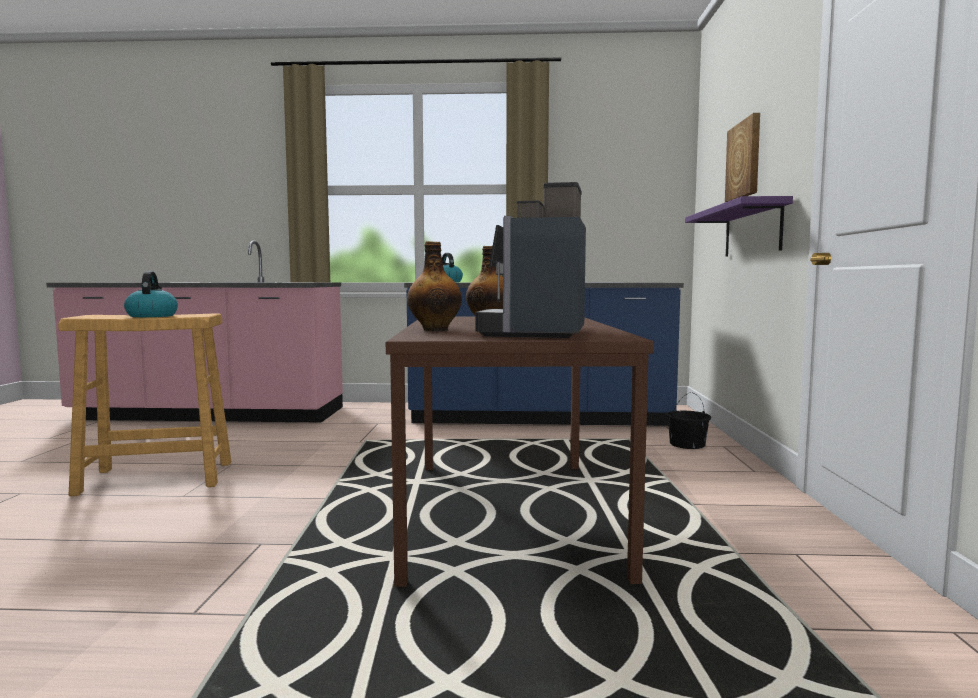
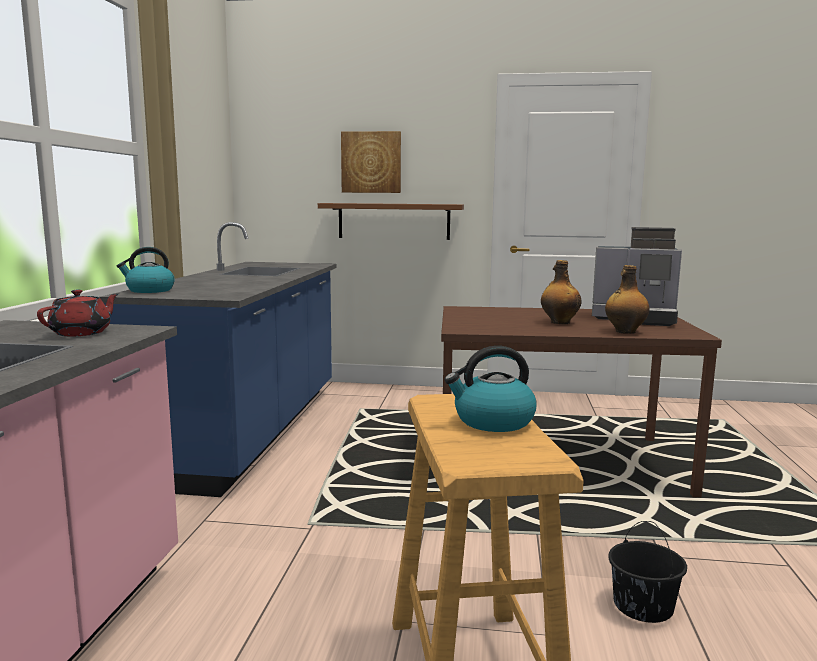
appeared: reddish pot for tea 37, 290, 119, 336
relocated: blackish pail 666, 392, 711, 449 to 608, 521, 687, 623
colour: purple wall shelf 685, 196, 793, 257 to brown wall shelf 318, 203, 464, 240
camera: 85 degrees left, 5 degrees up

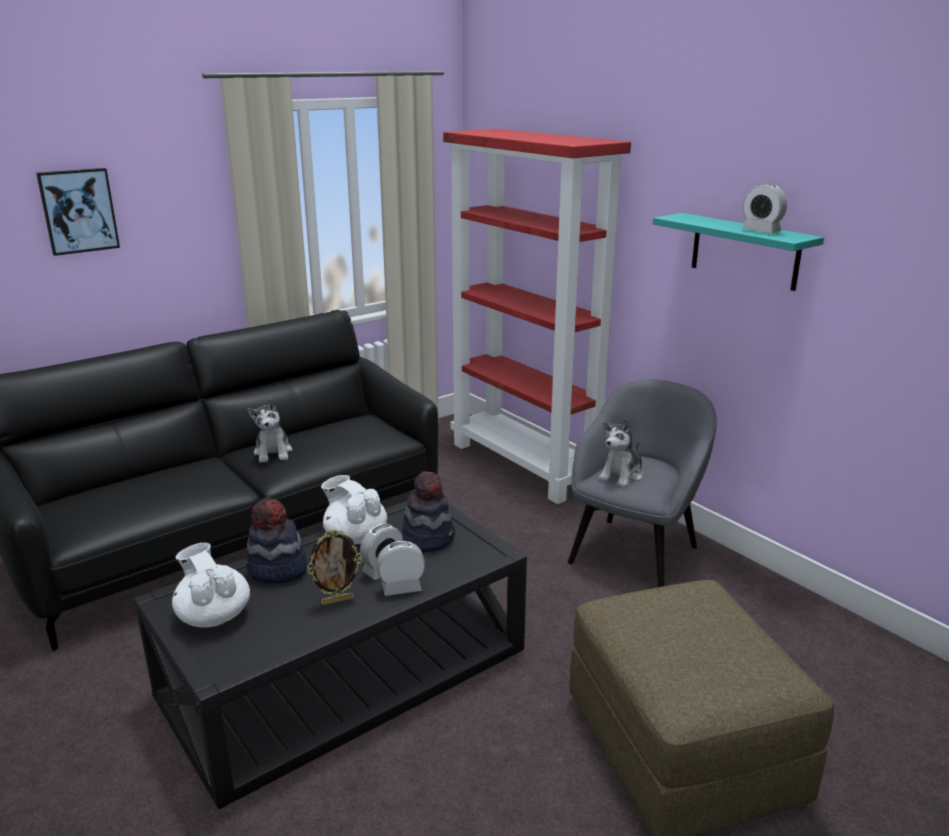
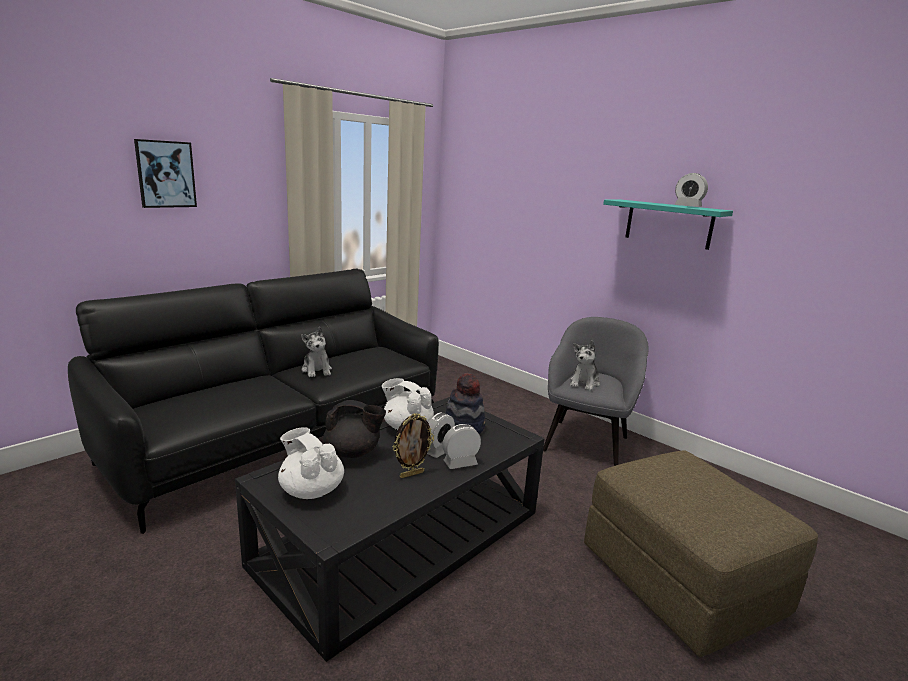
missing: reddish bookcase 443, 129, 631, 504
exchanged: hat 246, 498, 307, 583 to blackish pot for tea 323, 400, 386, 458
camera: 10 degrees left, 5 degrees down

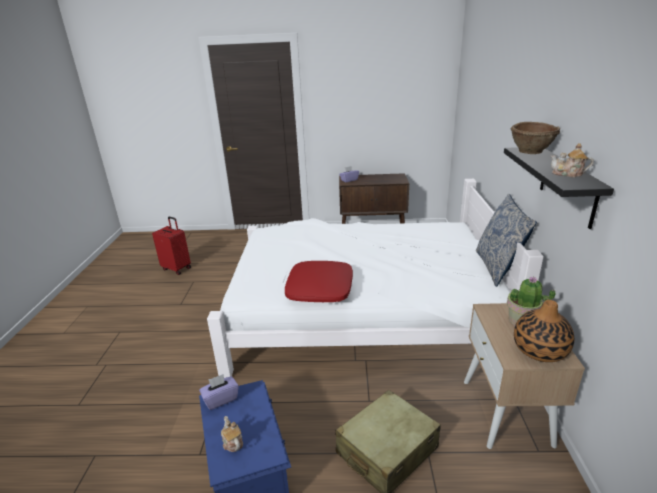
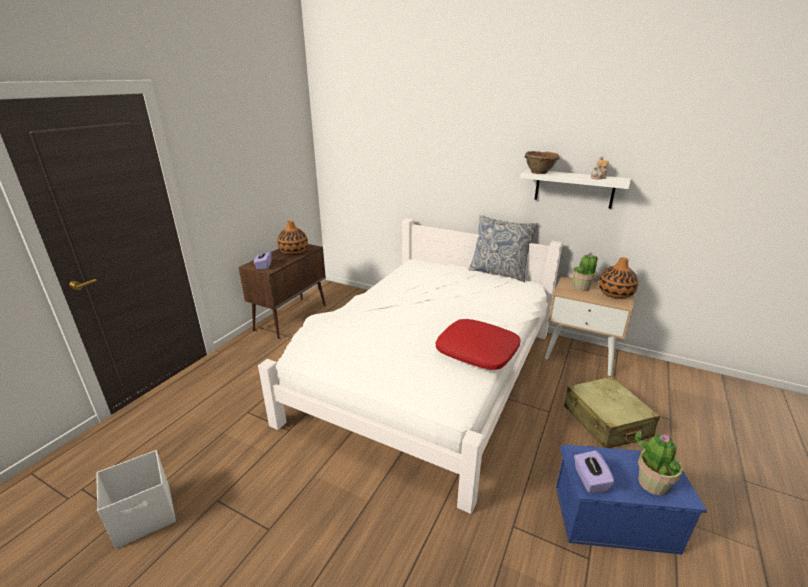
appeared: vase 277, 220, 308, 255
exchanged: reddish piece of luggage 152, 217, 191, 275 to white-coloured storage container 96, 450, 176, 549; pot for tea 221, 416, 243, 452 to houseplant 635, 432, 682, 495
colour: blackish wall shelf 504, 147, 614, 229 to white-coloured wall shelf 520, 169, 631, 209
camera: 65 degrees left, 0 degrees up

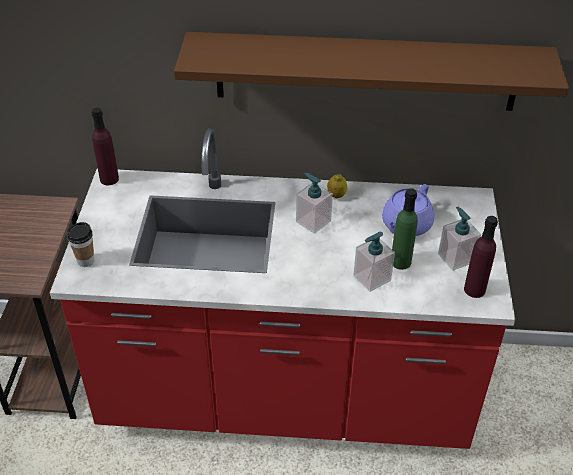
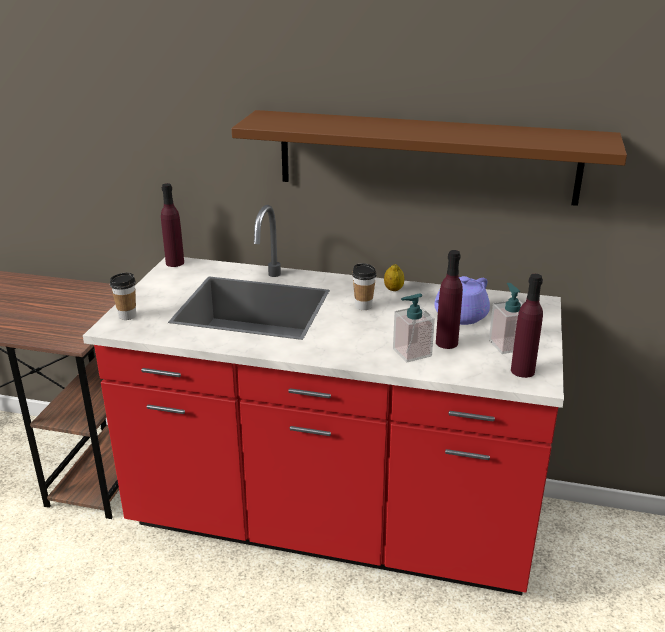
exchanged: liquid soap bottle 296, 173, 333, 234 to drinking cup 352, 263, 377, 310
colour: green bottle 392, 188, 418, 270 to purple bottle 436, 250, 463, 349
camera: 10 degrees right, 15 degrees down

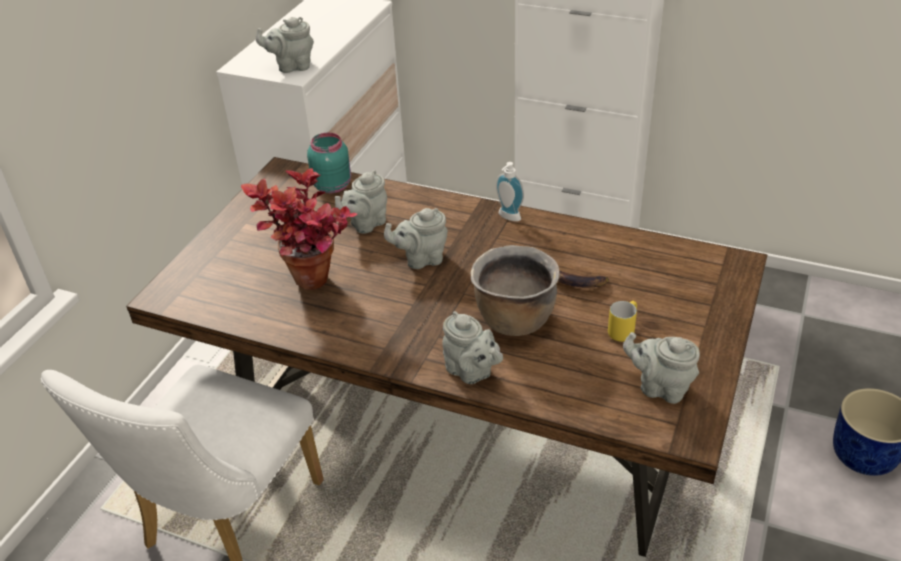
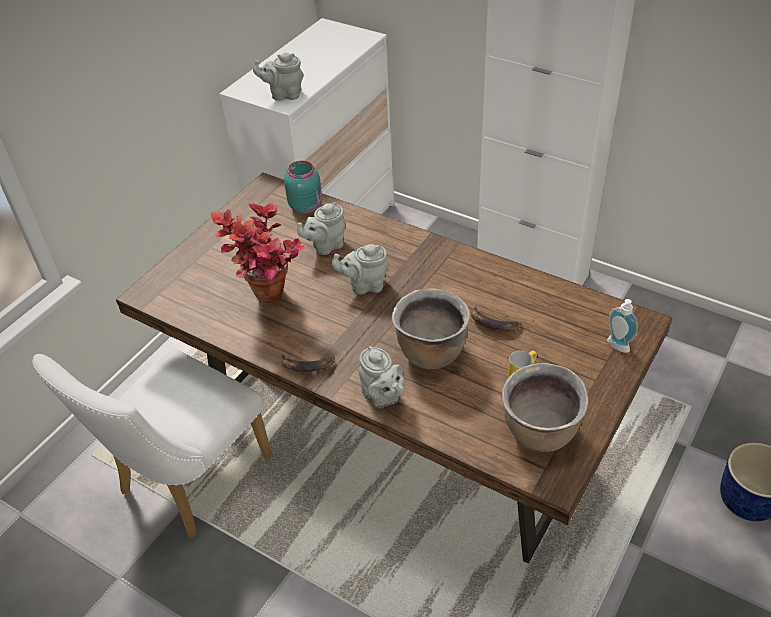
appeared: banana fruit 282, 354, 335, 372
relocated: liquid soap bottle 496, 162, 524, 221 to 607, 299, 638, 353
exchanged: greyish pot for tea 623, 332, 700, 404 to brown saucepot 502, 363, 589, 452
camera: 10 degrees right, 5 degrees up

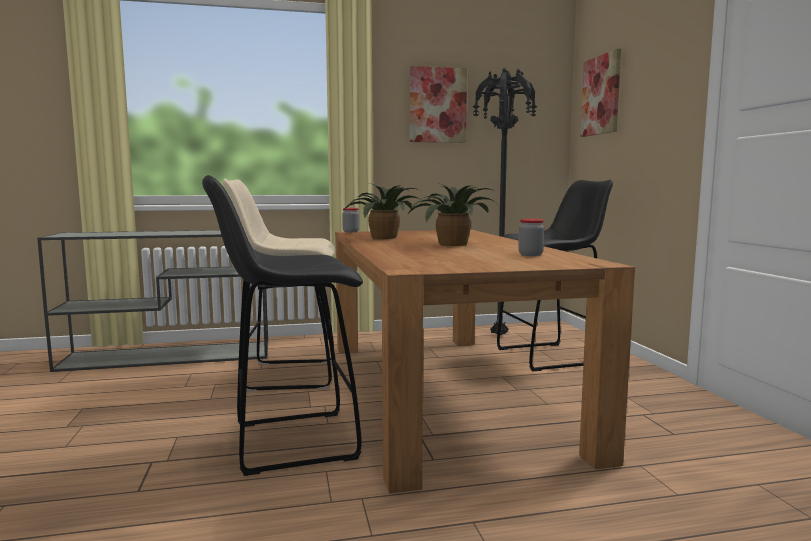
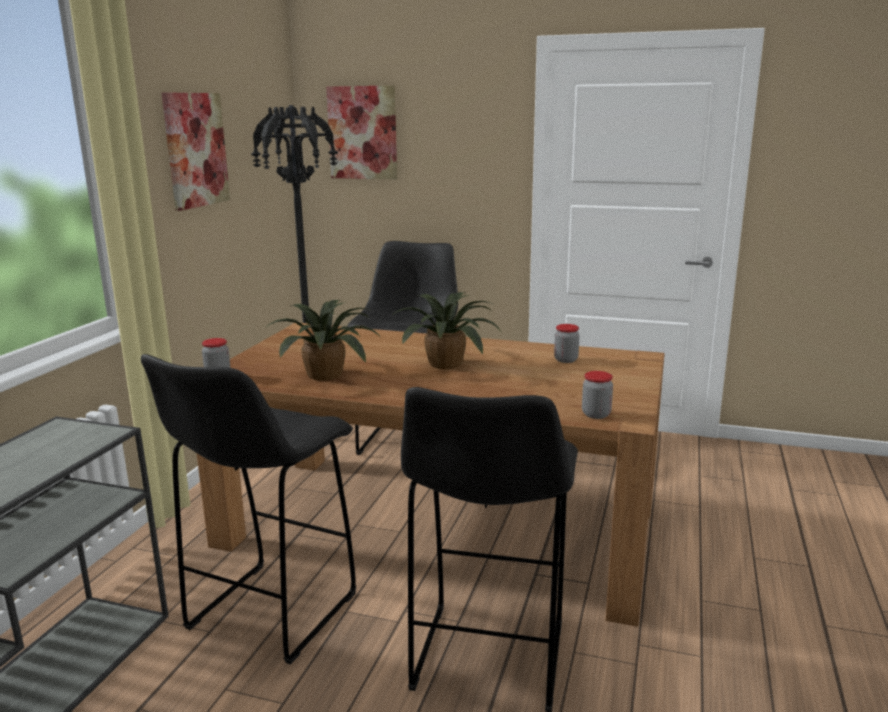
appeared: storage jar 582, 371, 613, 419
colour: beige sitting stool 223, 178, 335, 392 to blackish sitting stool 141, 354, 356, 664
camera: 60 degrees left, 10 degrees up

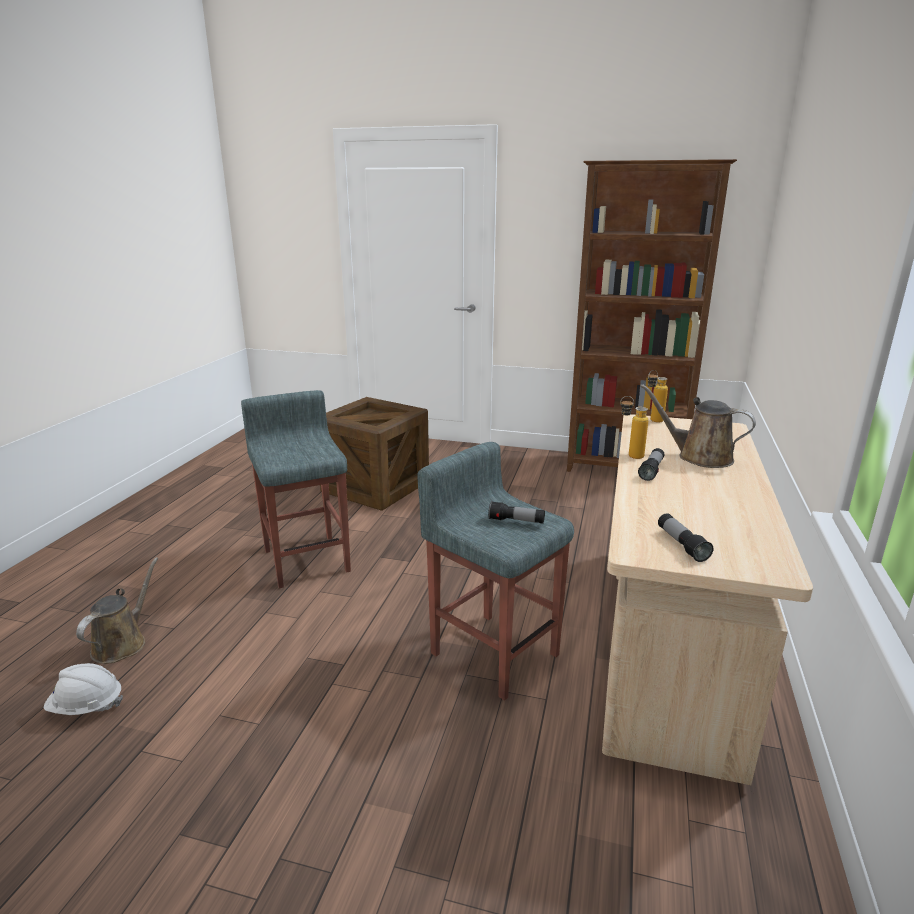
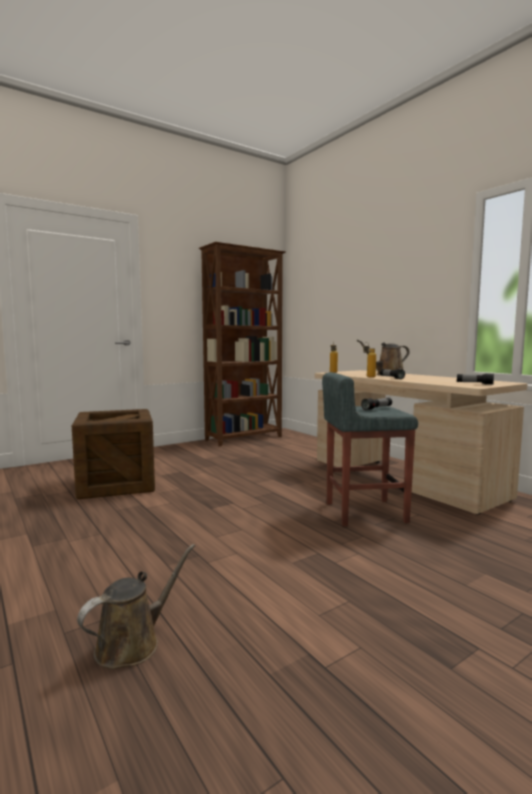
missing: greyish sitting stool 241, 390, 351, 588; white-coloured hard hat 44, 663, 123, 715
spun: brown watering can 76, 557, 159, 664 = 77, 544, 195, 669 75 degrees clockwise
camera: 50 degrees left, 15 degrees down

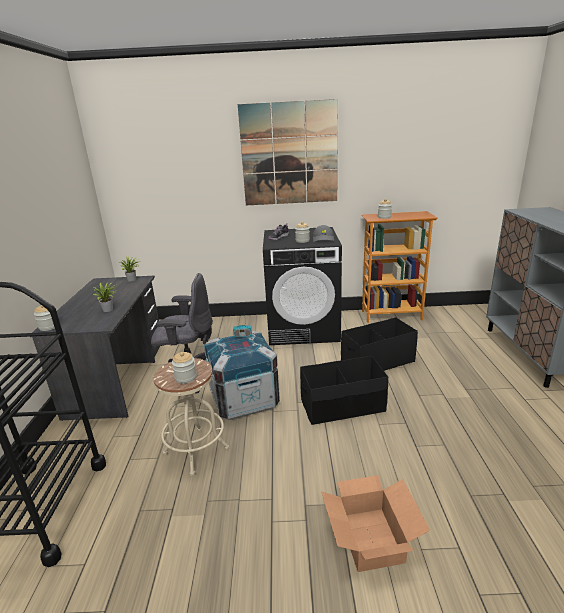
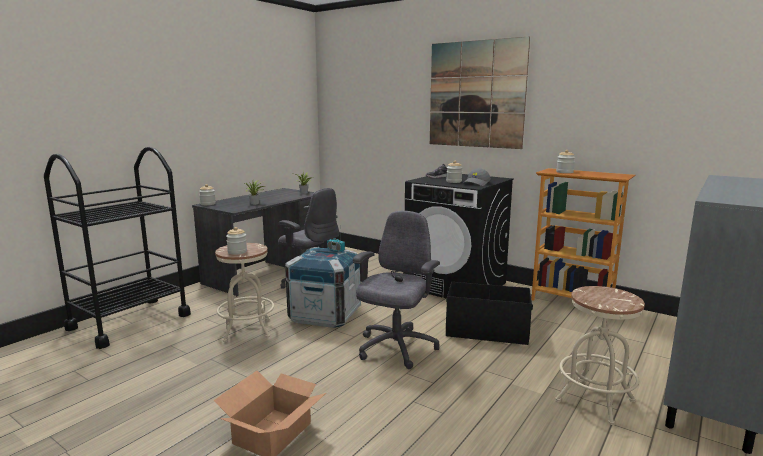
appeared: beige sitting stool 555, 286, 645, 425
exchanged: blackish storage container 300, 356, 388, 425 to greyish desk chair 353, 211, 440, 369
camera: 35 degrees right, 10 degrees down

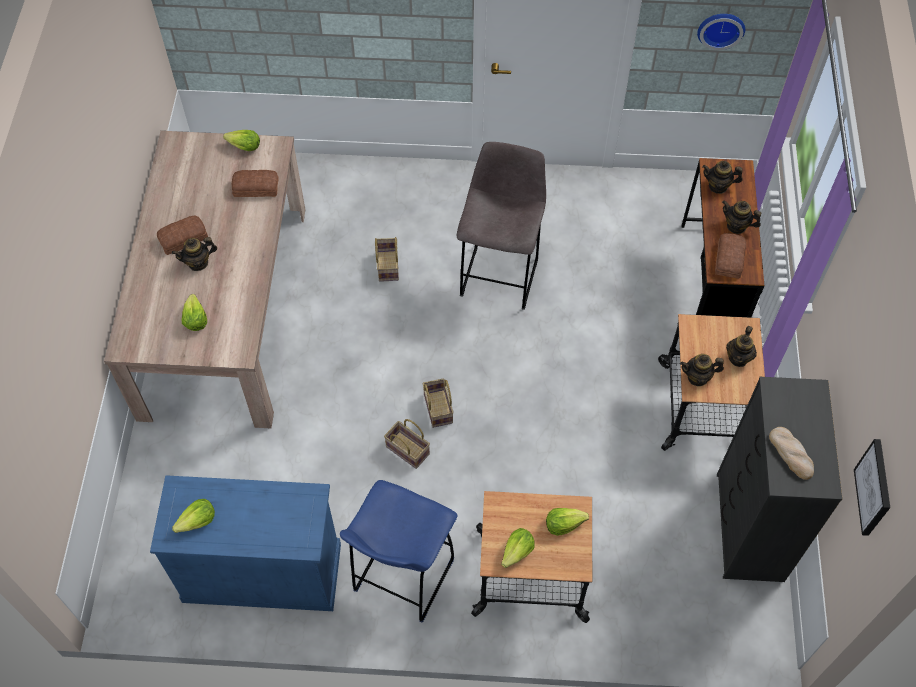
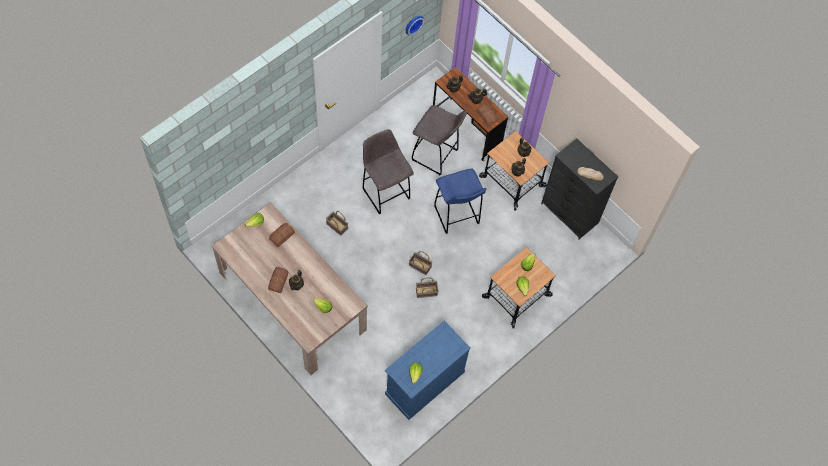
missing: picture 854, 439, 890, 536
appeared: greyish sitting stool 412, 105, 467, 175
relocated: blue-coloured sitting stool 340, 480, 457, 623 to 434, 169, 486, 234
camera: 50 degrees left, 5 degrees up

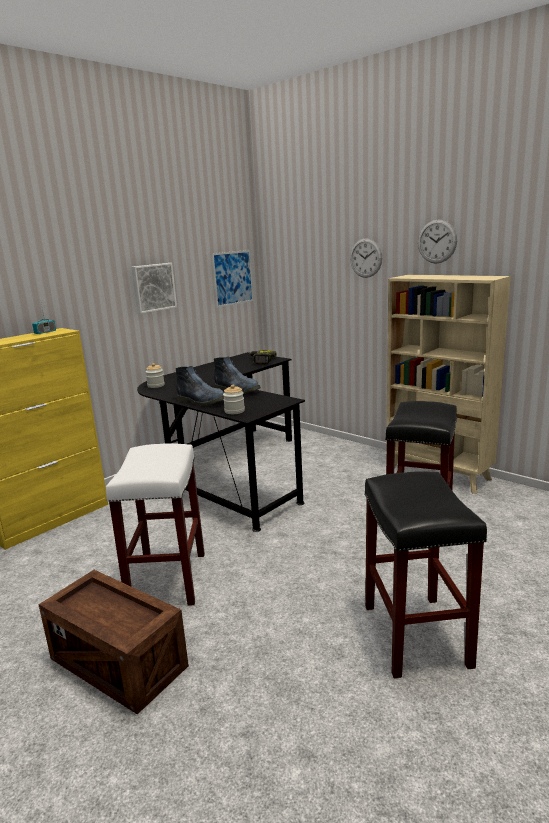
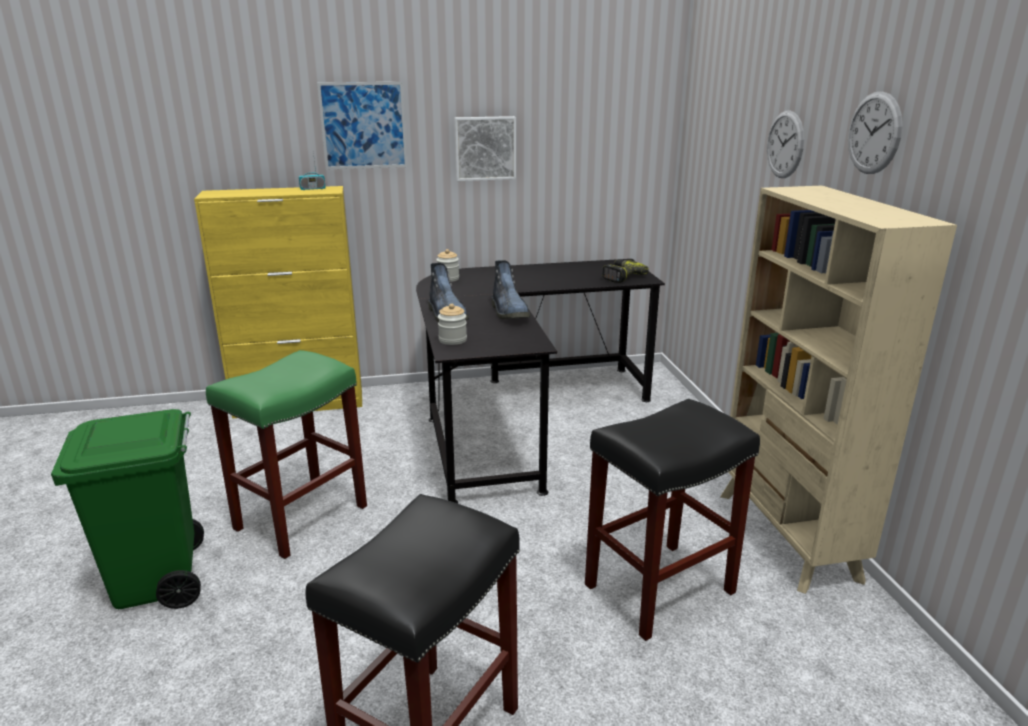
relocated: picture 212, 250, 254, 308 to 317, 82, 408, 169
exchanged: crate 38, 570, 189, 714 to green trash can 51, 409, 204, 609
colour: white-coloured sitting stool 106, 443, 205, 606 to green sitting stool 206, 350, 367, 559
camera: 35 degrees right, 5 degrees up

